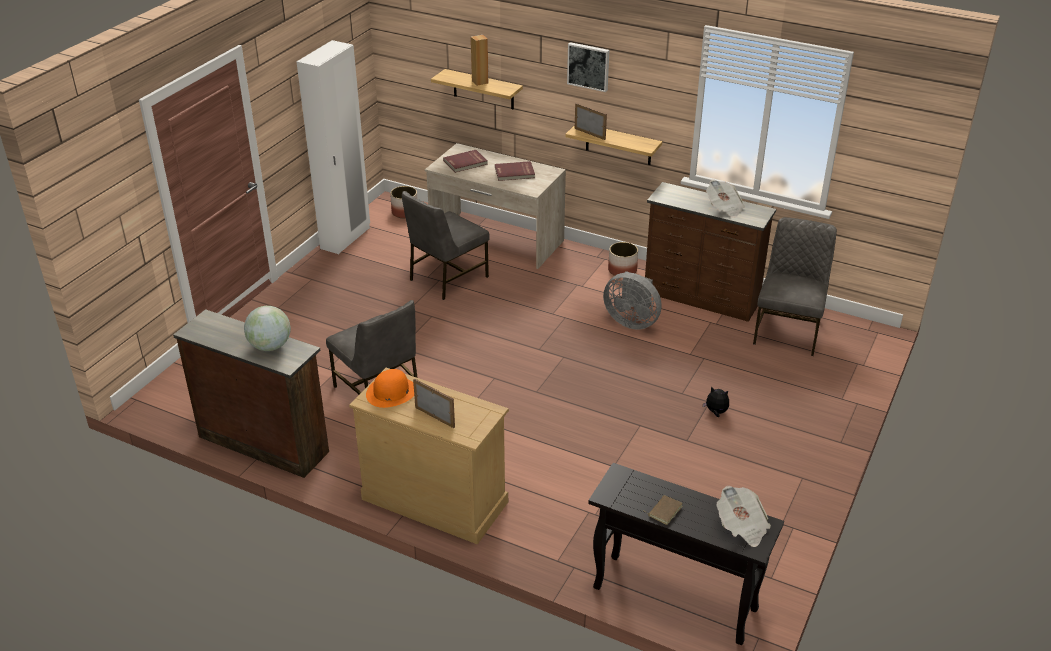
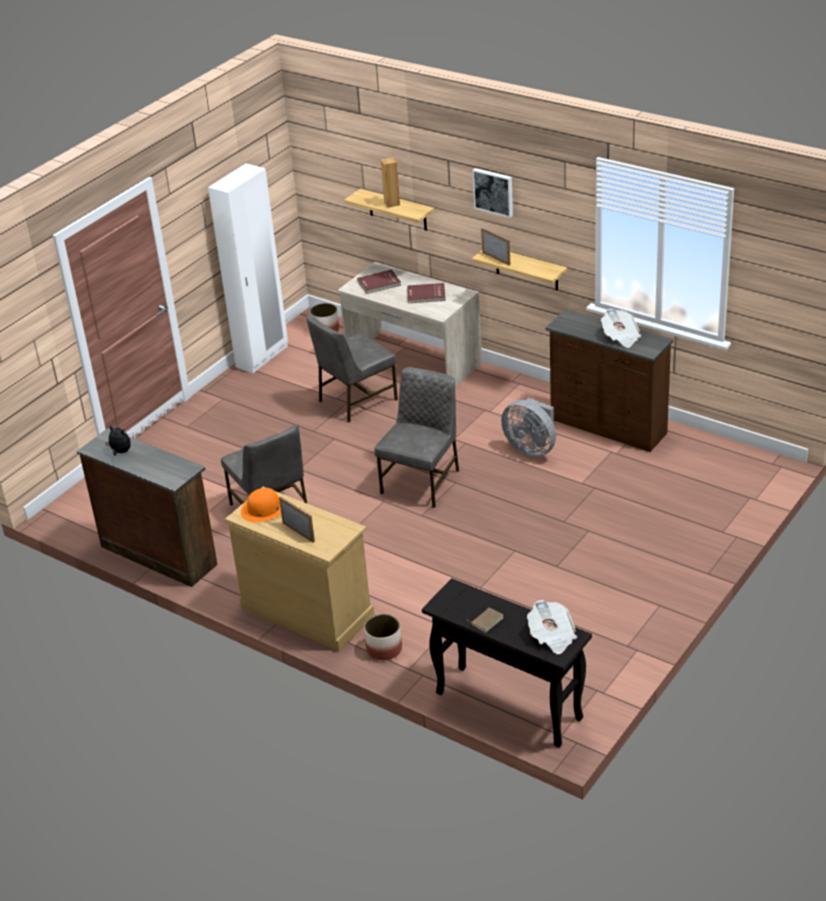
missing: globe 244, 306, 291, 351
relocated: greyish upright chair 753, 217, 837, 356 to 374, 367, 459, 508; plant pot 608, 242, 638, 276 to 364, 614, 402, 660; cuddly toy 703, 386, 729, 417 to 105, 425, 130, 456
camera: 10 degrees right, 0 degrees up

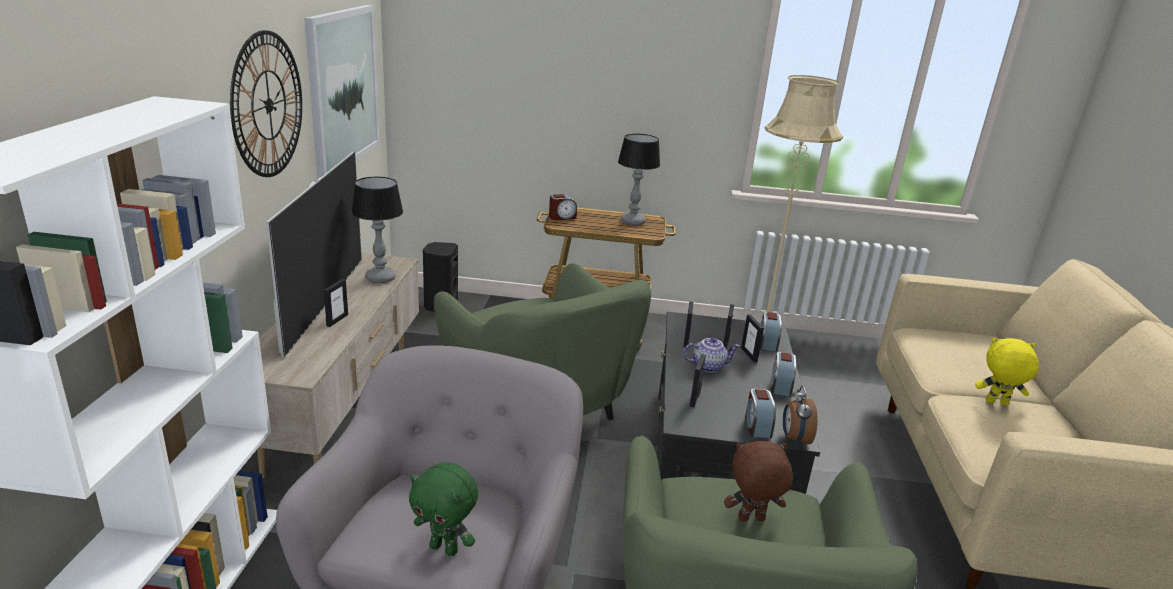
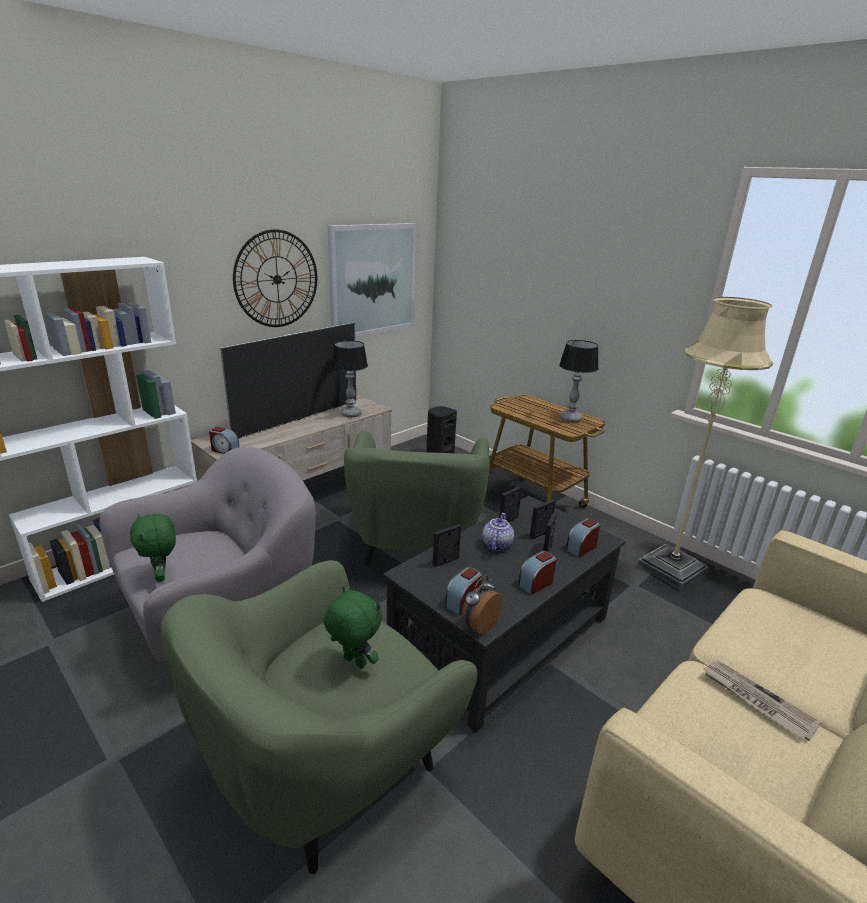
missing: photo frame 324, 279, 348, 327
relocated: alarm clock 549, 194, 577, 220 to 209, 427, 239, 454
exchanged: yellow cuddly toy 975, 337, 1039, 405 to printed paper 703, 660, 821, 741
colour: brown cuddly toy 724, 441, 793, 521 to green cuddly toy 324, 586, 382, 669
spun: pot for tea 683, 337, 740, 373 = 482, 513, 514, 551 105 degrees counterclockwise
camera: 40 degrees right, 0 degrees up

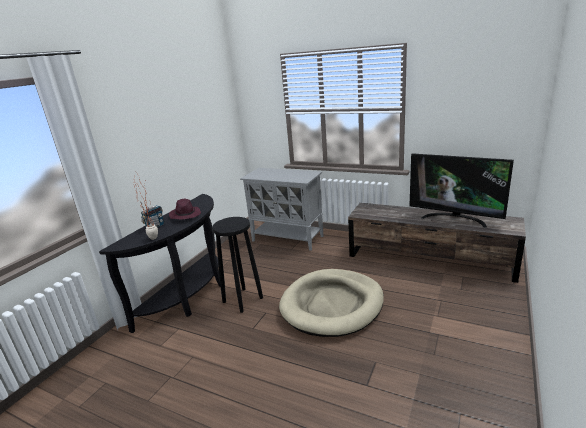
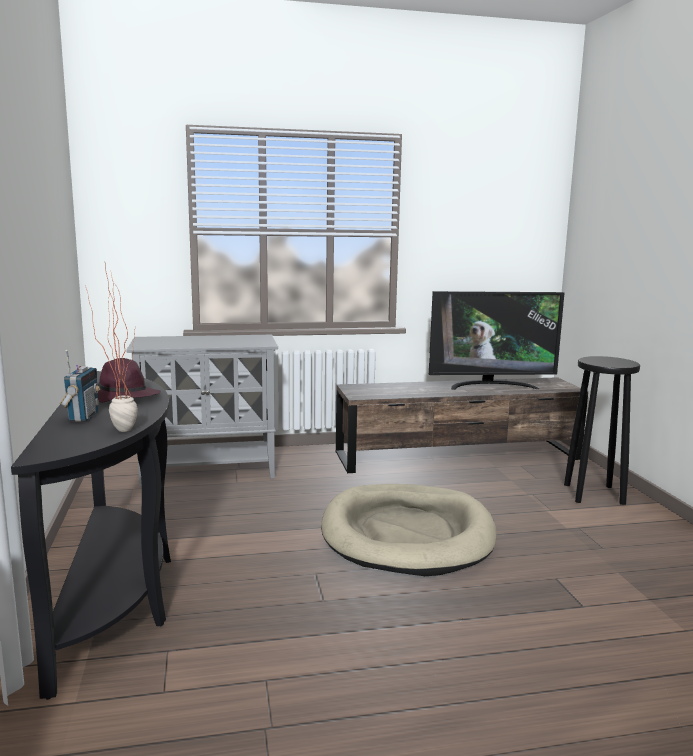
relocated: blackish sitting stool 212, 217, 263, 313 to 564, 356, 640, 505
camera: 40 degrees left, 10 degrees down

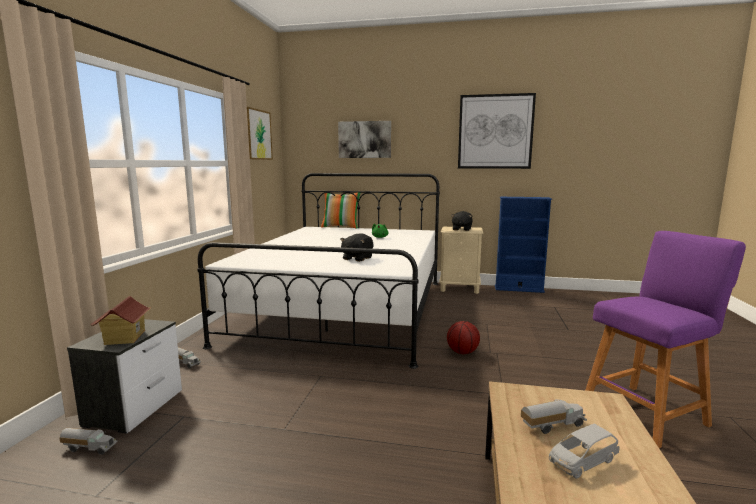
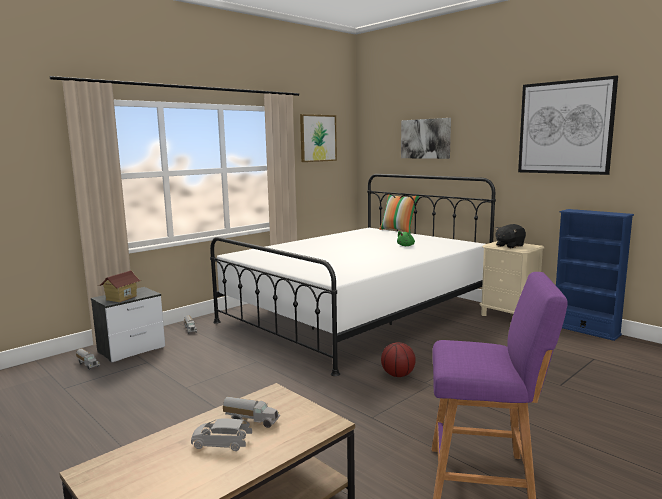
missing: blackish cuddly toy 340, 233, 374, 262
camera: 35 degrees right, 0 degrees up

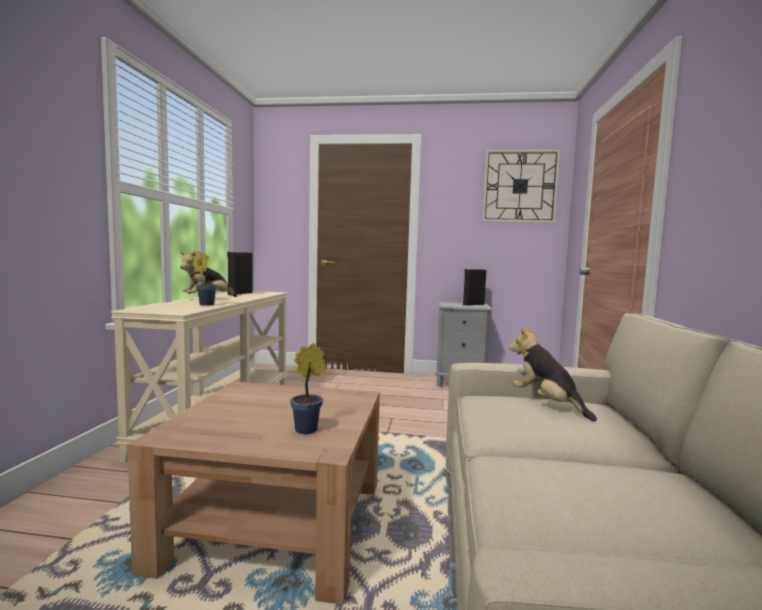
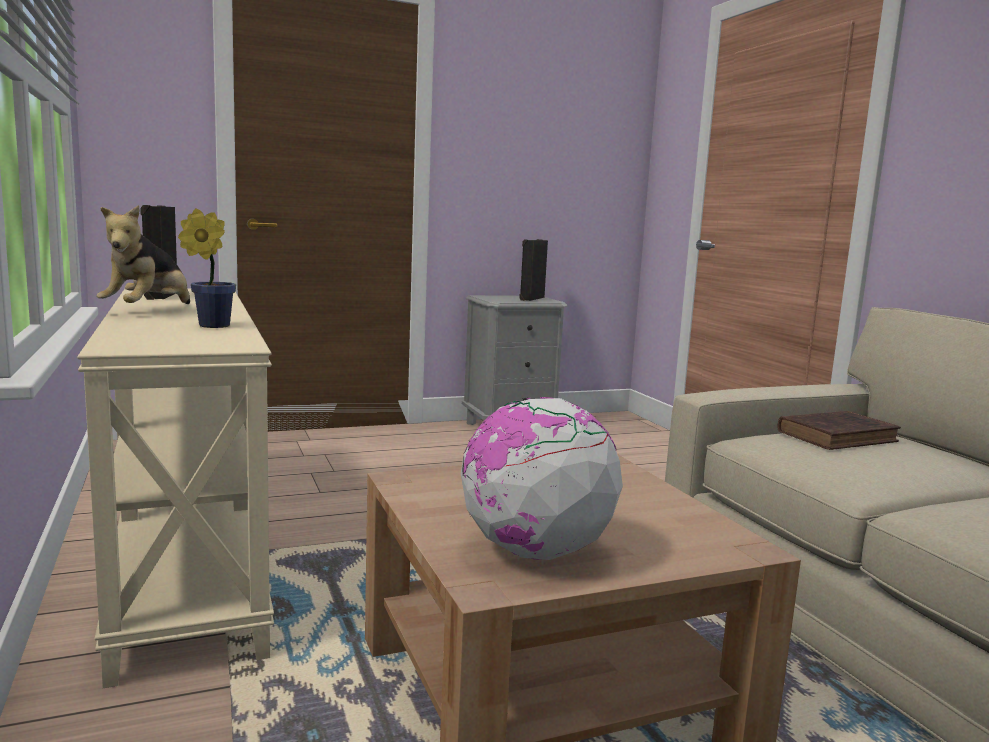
missing: wall clock 482, 149, 560, 223; houseplant 290, 343, 326, 434
appeared: globe 461, 397, 623, 560
exchanged: cuddly toy 509, 327, 597, 422 to brown bound book 777, 411, 901, 450
camera: 30 degrees left, 5 degrees up

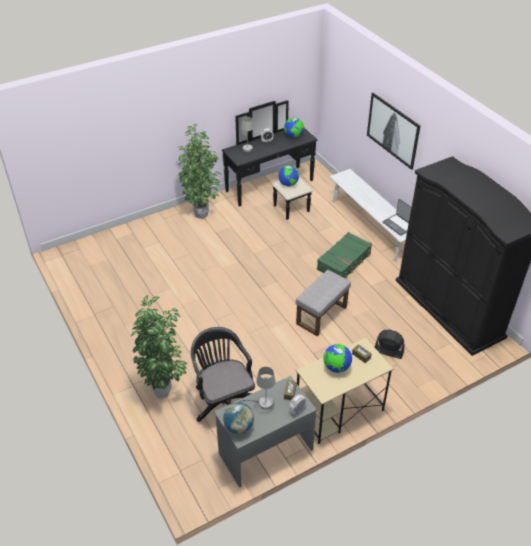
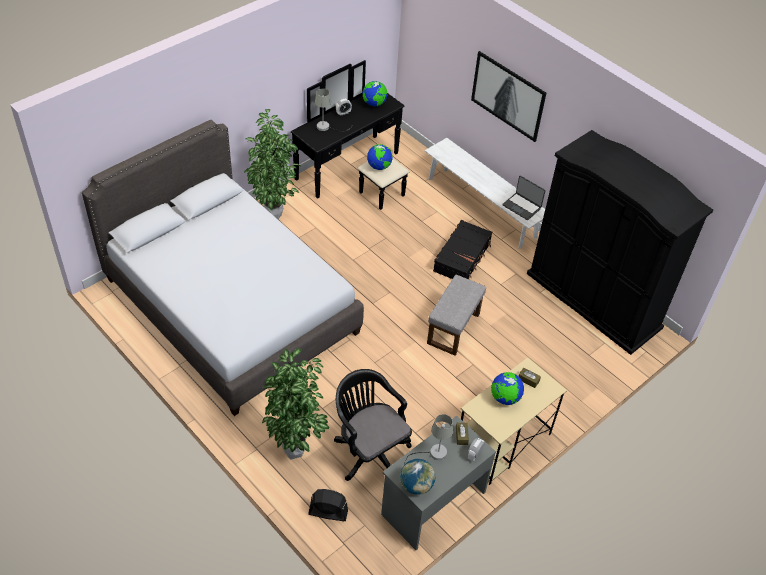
appeared: greyish bedroom bed 82, 120, 364, 416
relocated: blackish cooling fan 375, 329, 405, 359 to 308, 489, 348, 521
colour: green piece of luggage 317, 232, 372, 278 to blackish piece of luggage 433, 220, 492, 279
camera: 15 degrees left, 5 degrees up

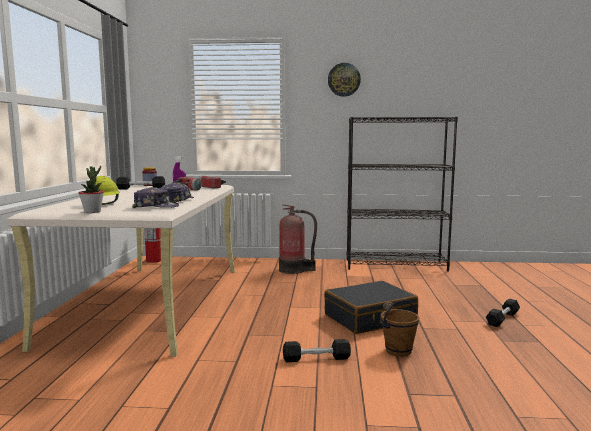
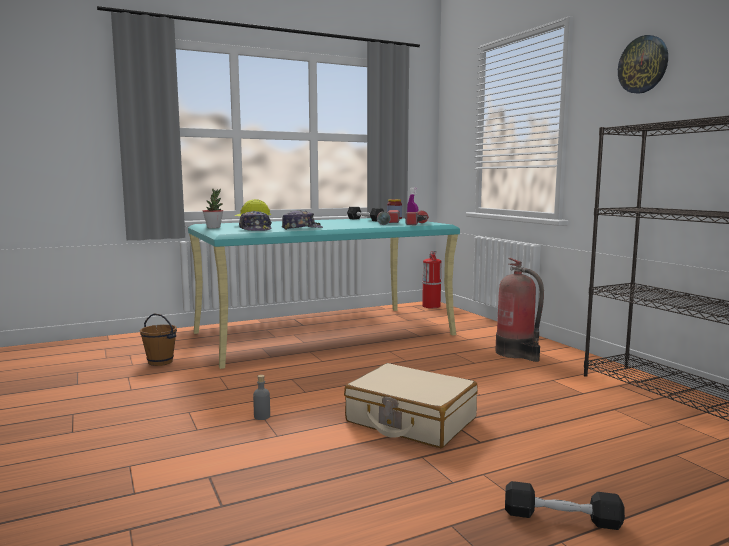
relocated: brown pail 381, 299, 419, 357 to 140, 313, 177, 366
exchanged: blackish hand weight 283, 339, 351, 362 to greyish bottle 253, 375, 270, 420
colour: beige desk 8, 185, 235, 357 to turquoise desk 188, 218, 460, 369; blackish piece of luggage 324, 281, 418, 334 to beige piece of luggage 344, 363, 478, 448
camera: 60 degrees right, 0 degrees up

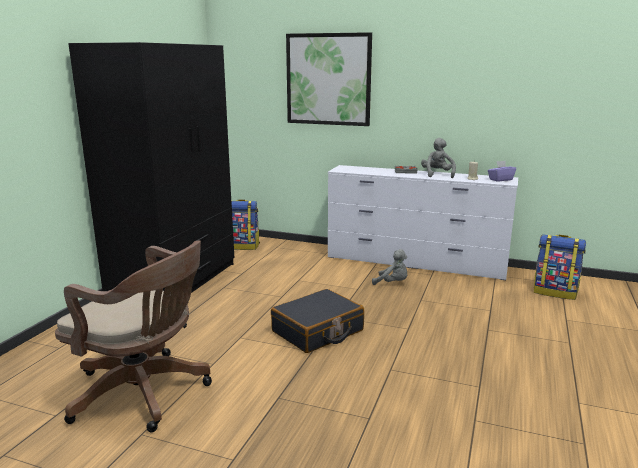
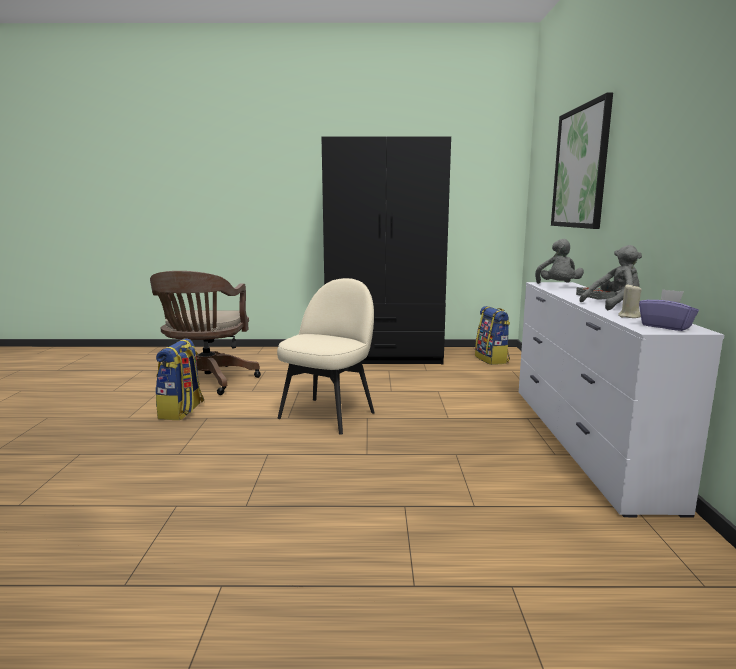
relocated: backpack 534, 234, 586, 300 to 156, 339, 204, 420; greyish cuddly toy 372, 249, 407, 285 to 535, 239, 584, 284
exchanged: blackish piece of luggage 271, 289, 364, 353 to beige upright chair 277, 278, 374, 435
camera: 70 degrees right, 5 degrees down

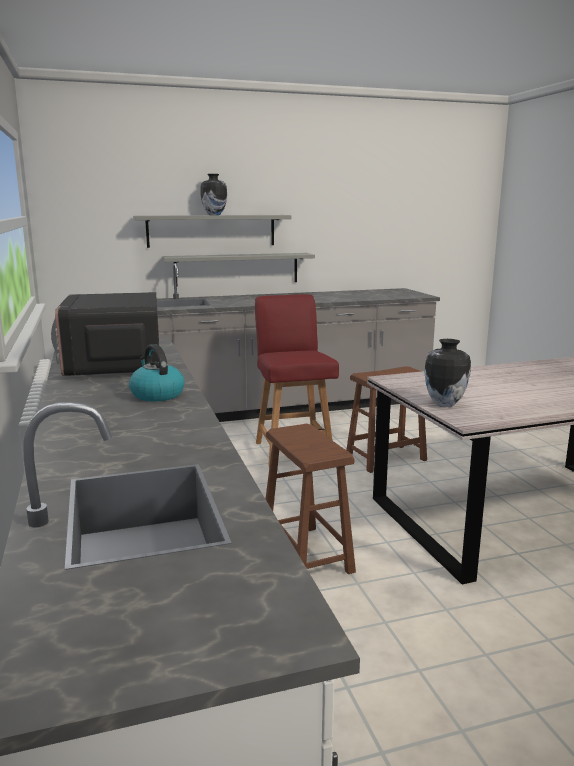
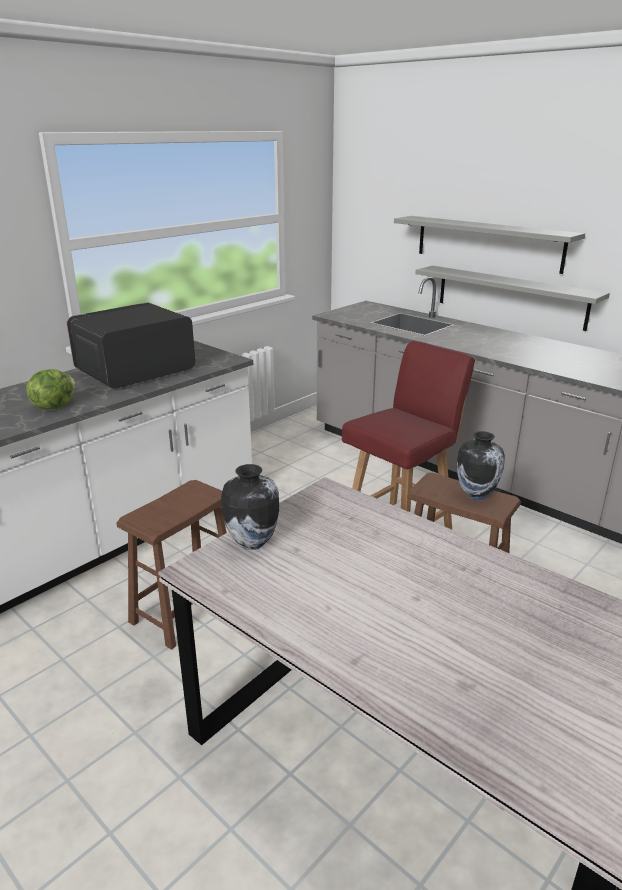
relocated: vase 200, 174, 227, 215 to 457, 431, 505, 500
exchanged: water kettle 129, 344, 185, 401 to lettuce head 26, 369, 75, 409
camera: 60 degrees right, 10 degrees up

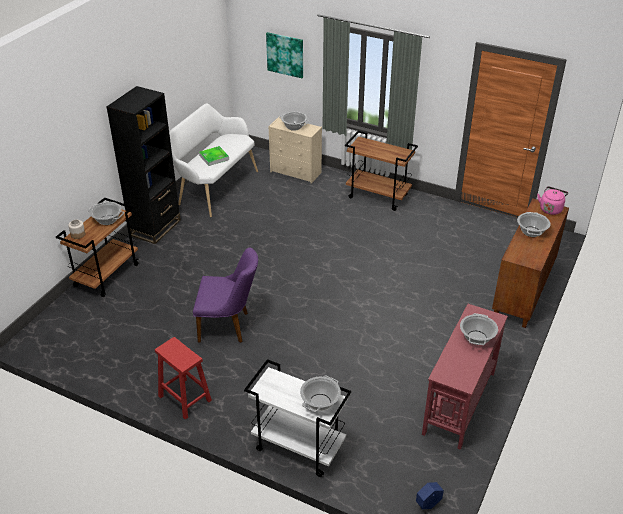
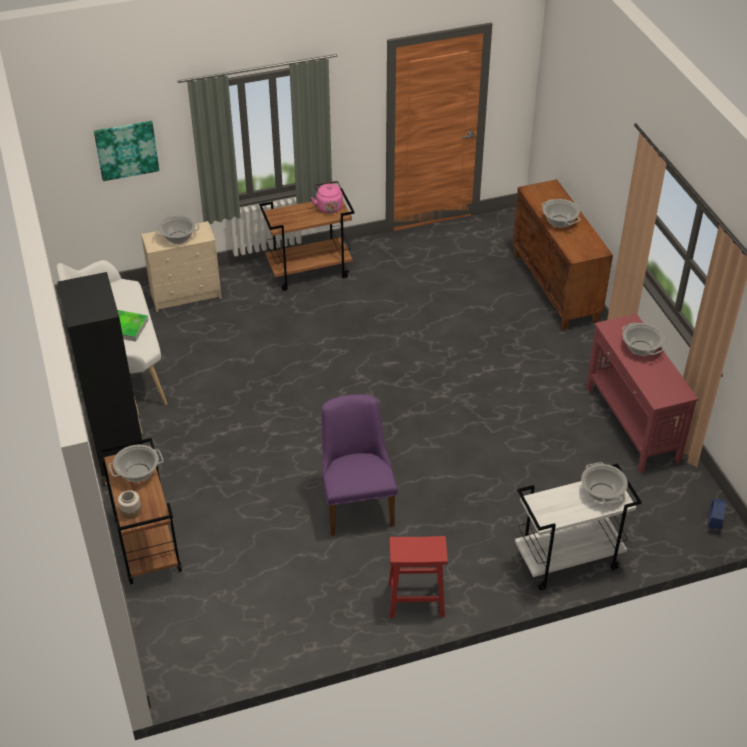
relocated: pink-coloured water kettle 537, 186, 568, 215 to 311, 181, 343, 214
spun: purple upright chair 193, 248, 258, 343 = 322, 394, 398, 536 60 degrees counterclockwise
camera: 45 degrees left, 5 degrees up

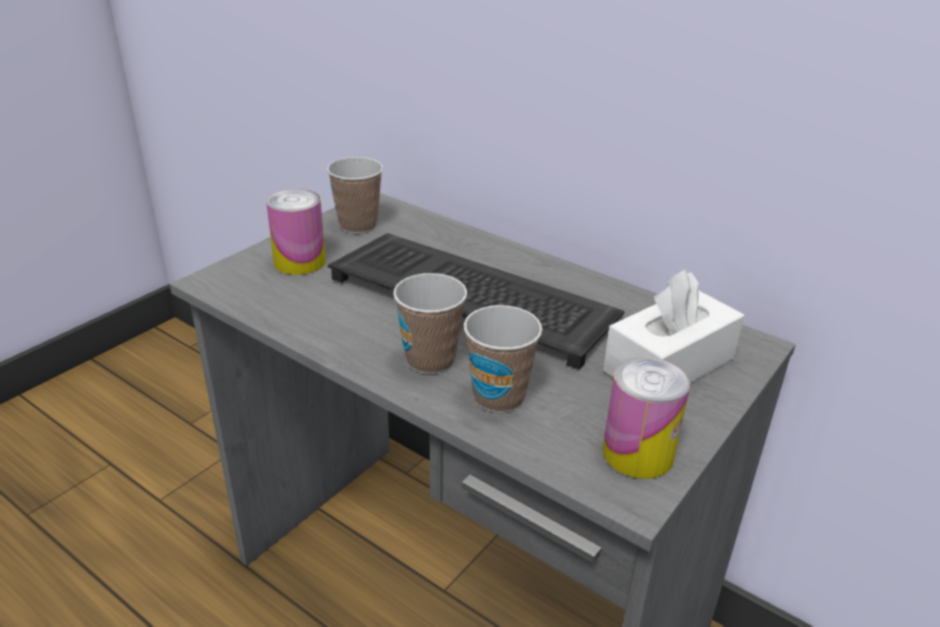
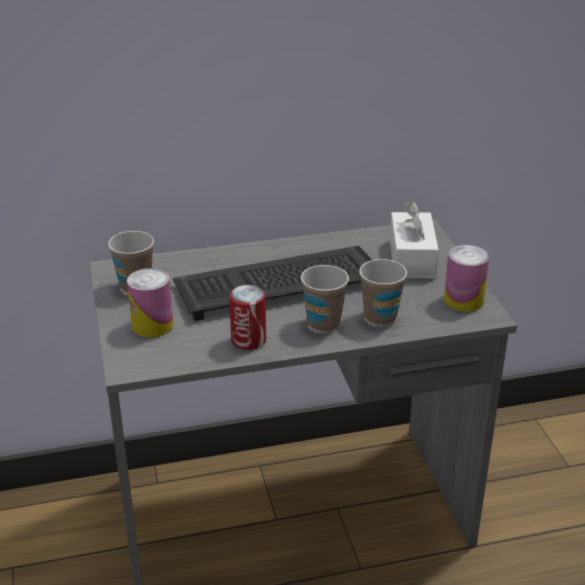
appeared: metal can 229, 285, 266, 350
camera: 50 degrees left, 0 degrees up

